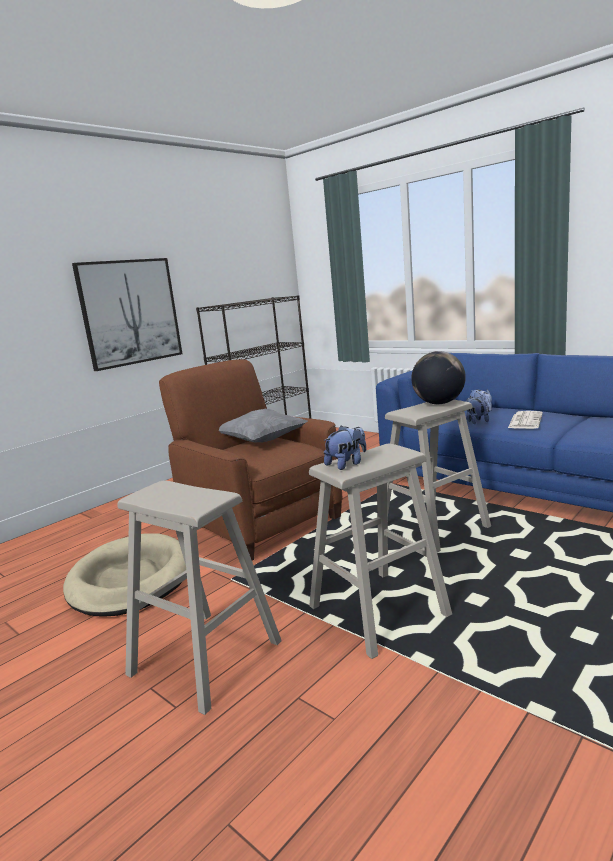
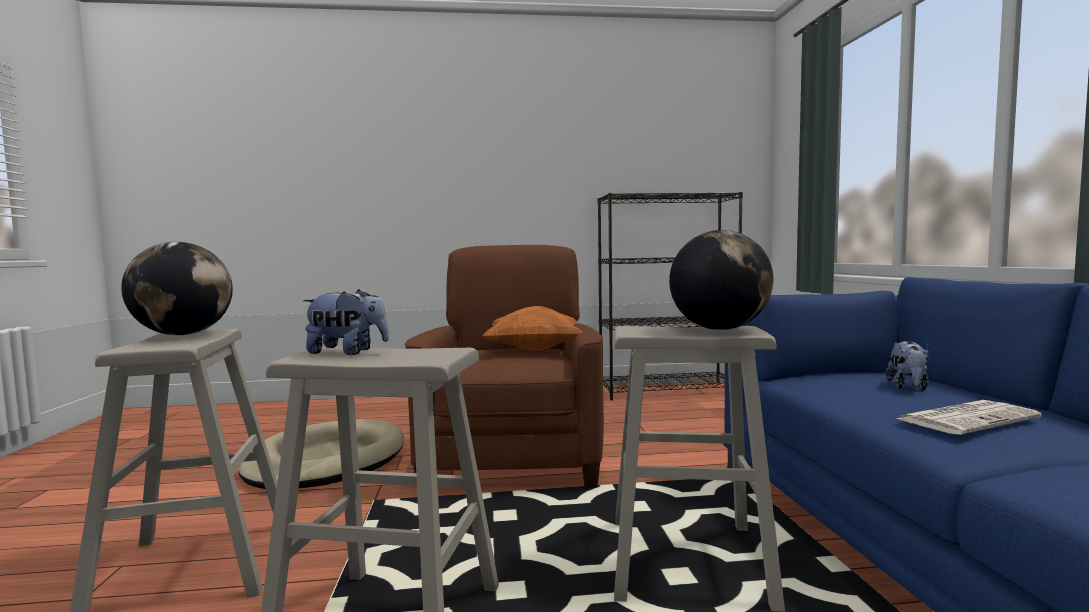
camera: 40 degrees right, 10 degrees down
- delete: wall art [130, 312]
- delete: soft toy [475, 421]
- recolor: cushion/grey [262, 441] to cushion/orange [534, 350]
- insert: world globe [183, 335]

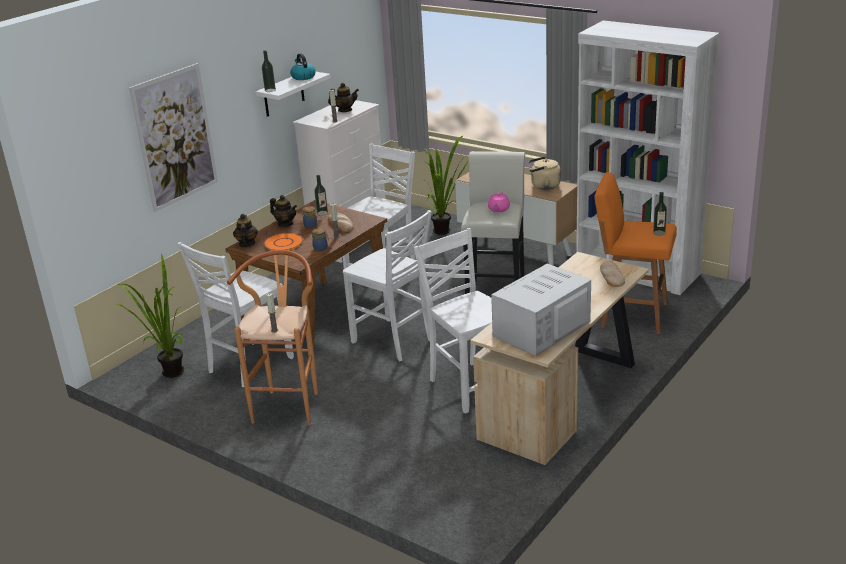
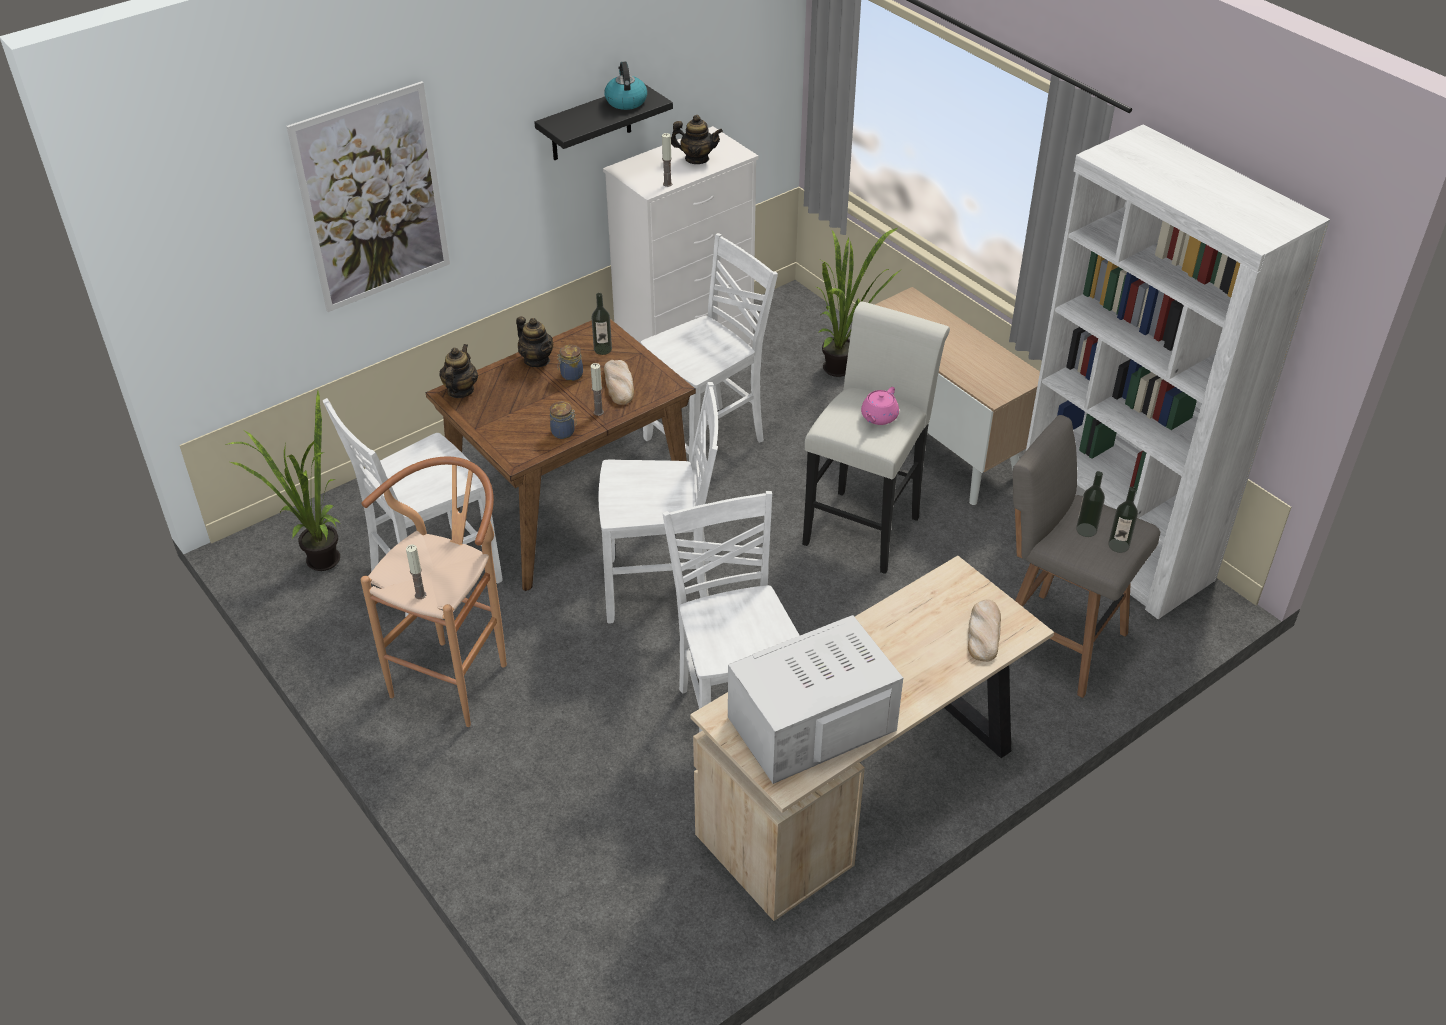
camera: 15 degrees right, 15 degrees up
- move: bottle [270, 90] to [1086, 530]
- recolor: wall shelf/white [283, 94] to wall shelf/black-coloured [591, 123]
- delete: kettle/sand-coloured [543, 186]
- recolor: sitting stool/orange [631, 315] to sitting stool/grey [1056, 641]
- rotate: plain chair/white [394, 341] = [661, 590] 60 degrees counterclockwise
- delete: flat dish/orange [283, 243]

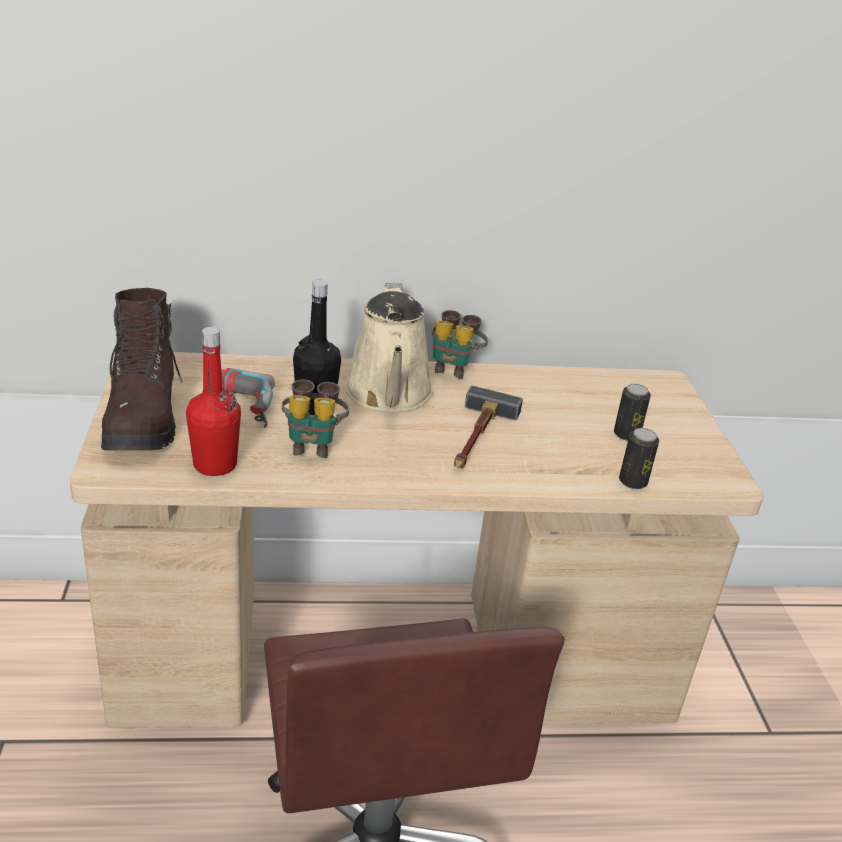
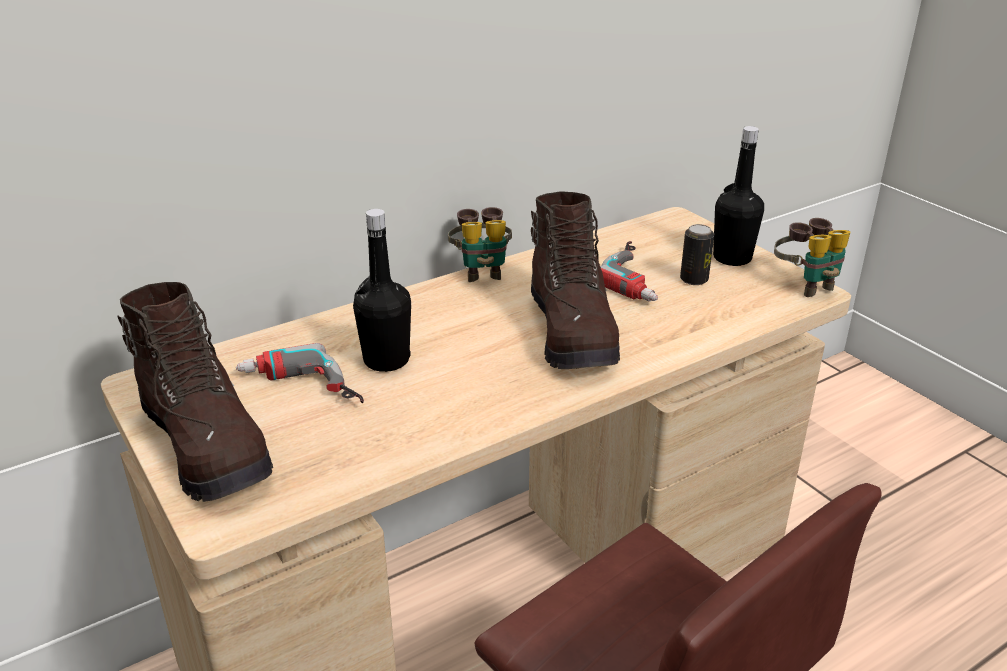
camera: 25 degrees left, 0 degrees up
- delete: sprinkling can/sand-coloured [389, 395]
- delete: bottle/red-coloured [215, 465]
- move: pair of binoculars [312, 445] to [806, 285]
- replace: tool hammer [476, 438] to high-top boot/brown-coloured [573, 332]
- delete: metal can [633, 482]
- insert: bottle/black-coloured [732, 258]
- insert: drill [639, 277]

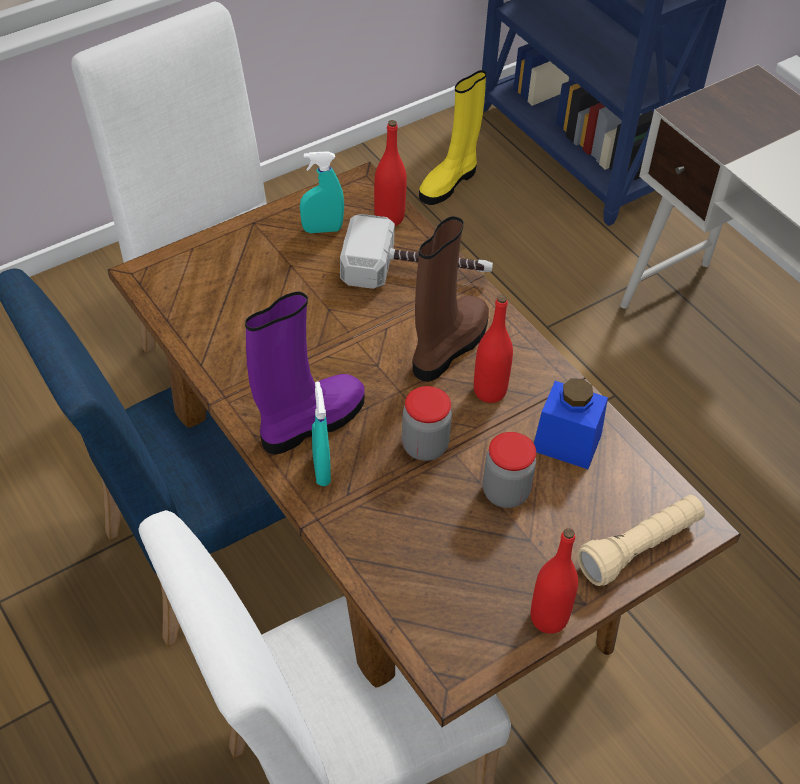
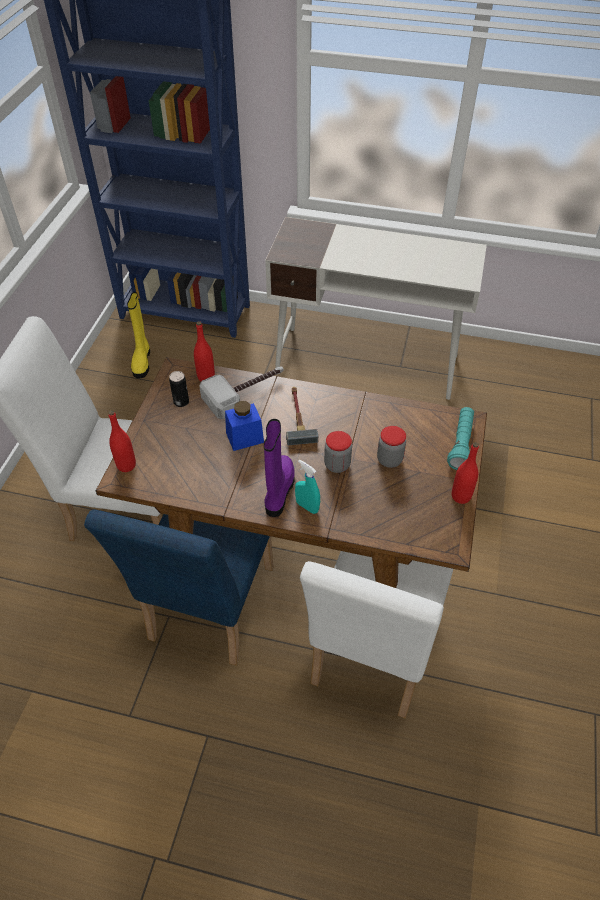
camera: 40 degrees left, 0 degrees up
- replace: hand sprayer/turquoise [322, 229] to metal can [181, 402]
- replace: high-top boot/brown-coloured [448, 347] to tool hammer [298, 416]
- move: bottle/red-coloured [489, 391] to [126, 465]
- move: storage jar/bluish [566, 443] to [245, 437]
- recolor: torch/sand-coloured [640, 548] to torch/turquoise [461, 444]

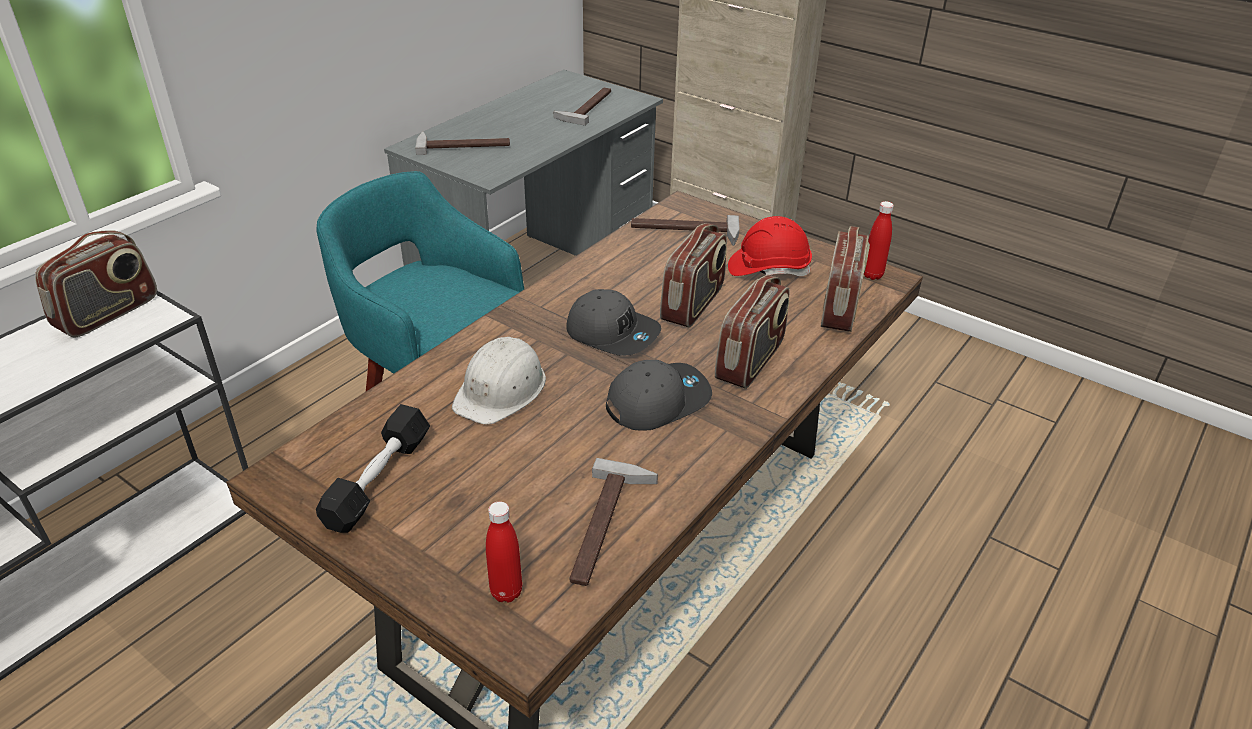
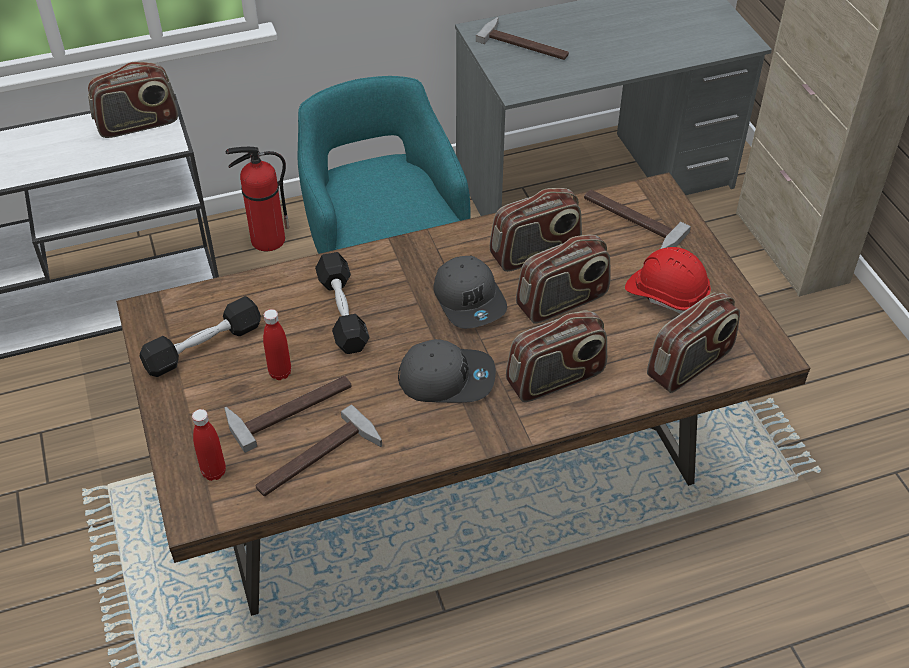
camera: 35 degrees right, 10 degrees up
- move: tool hammer [586, 106] to [290, 406]
- move: bottle/red-coloured [872, 275] to [280, 373]
- replace: safety helmet/white [501, 389] to hand weight/black-coloured [342, 312]
- insert: fire-fighting cylinder [267, 240]
- insert: radio [535, 253]

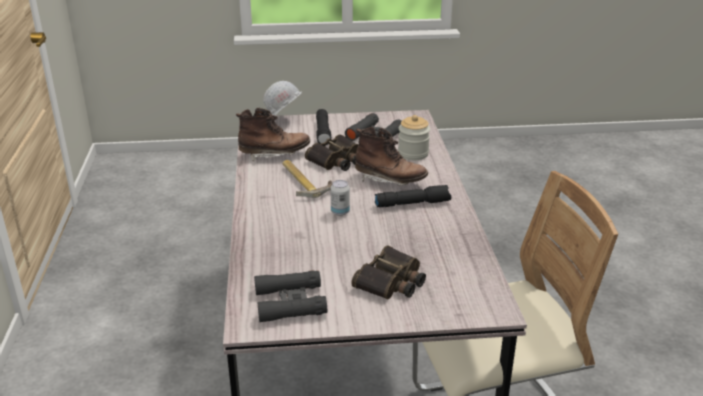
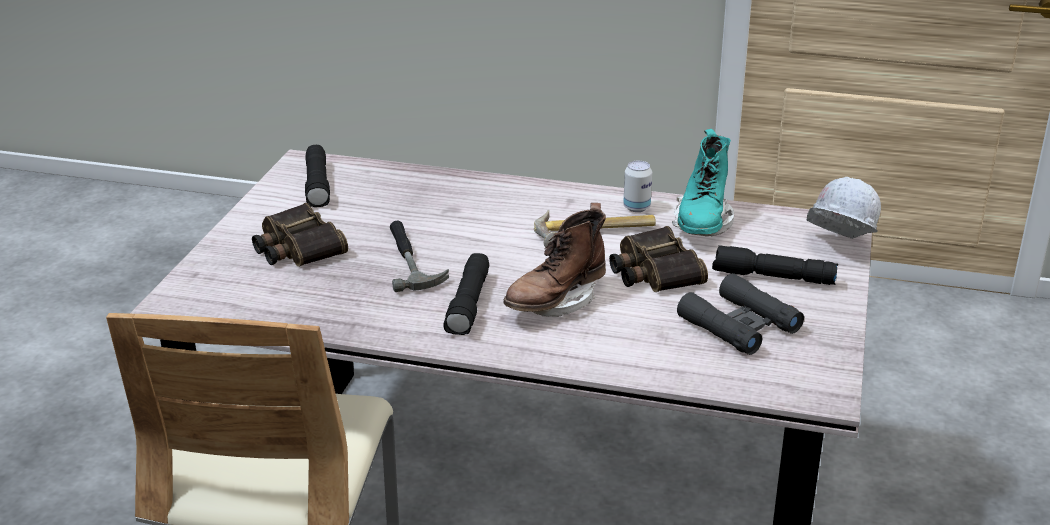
camera: 110 degrees right, 0 degrees up
- recolor: high-top boot/brown-coloured [274, 154] to high-top boot/turquoise [702, 224]
- delete: storage jar [413, 154]
- move: metal can [340, 212] to [636, 207]
- replace: pair of binoculars/black-coloured [290, 302] to torch/black-coloured [318, 185]
- insert: tool hammer [411, 260]

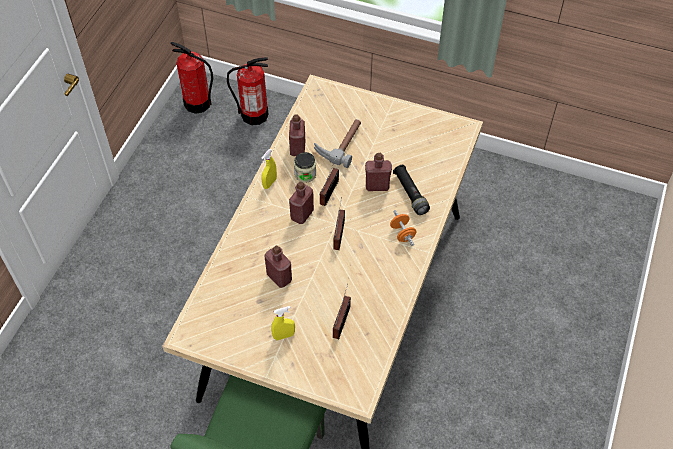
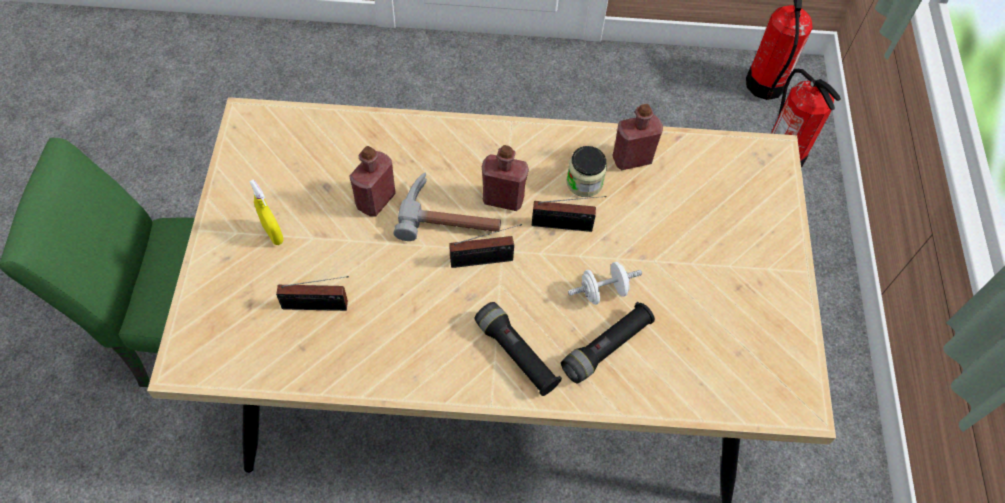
camera: 70 degrees right, 5 degrees up
- move: tool hammer [340, 143] to [451, 215]
- delete: hand sprayer/yellowish [269, 183]
- replace: bottle/red-coloured [377, 186] to hand weight/white [603, 291]
- replace: hand weight/orange [402, 233] to torch/black-coloured [516, 354]

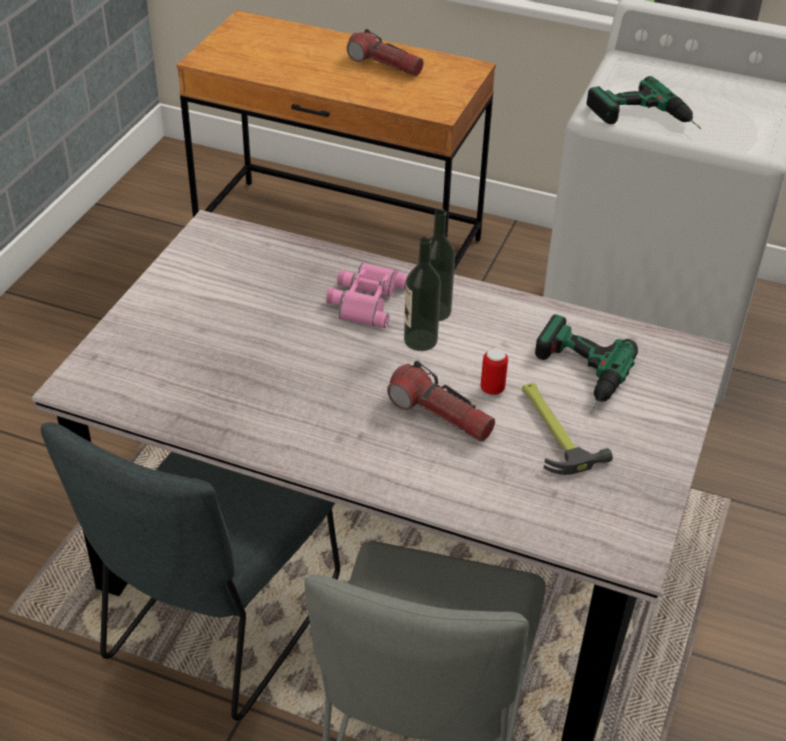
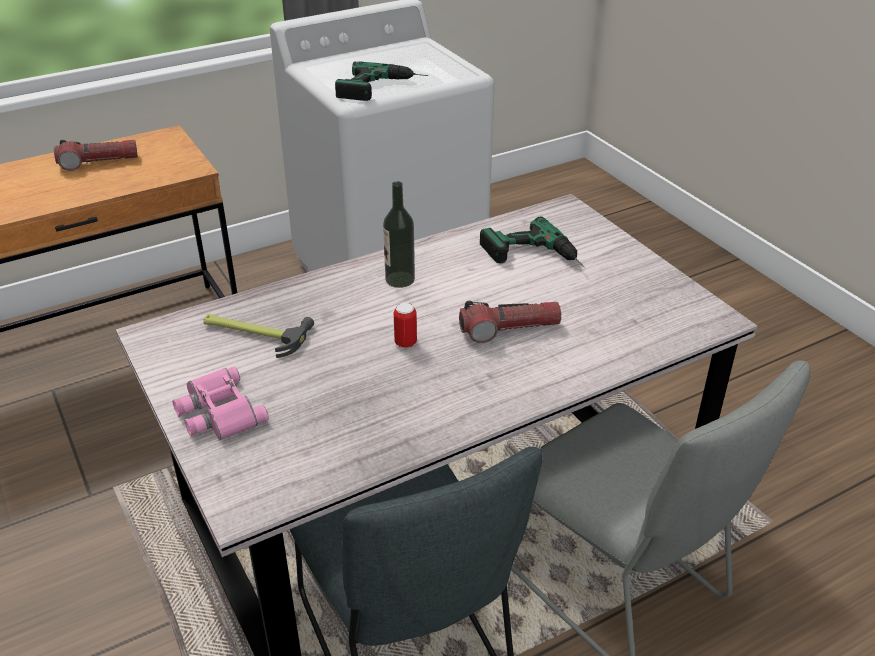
camera: 50 degrees left, 5 degrees down
- delete: bottle [420, 340]
- move: pair of binoculars/pink [365, 299] to [217, 412]
- move: metal can [492, 389] to [405, 343]
- move: tool hammer [553, 429] to [253, 333]

